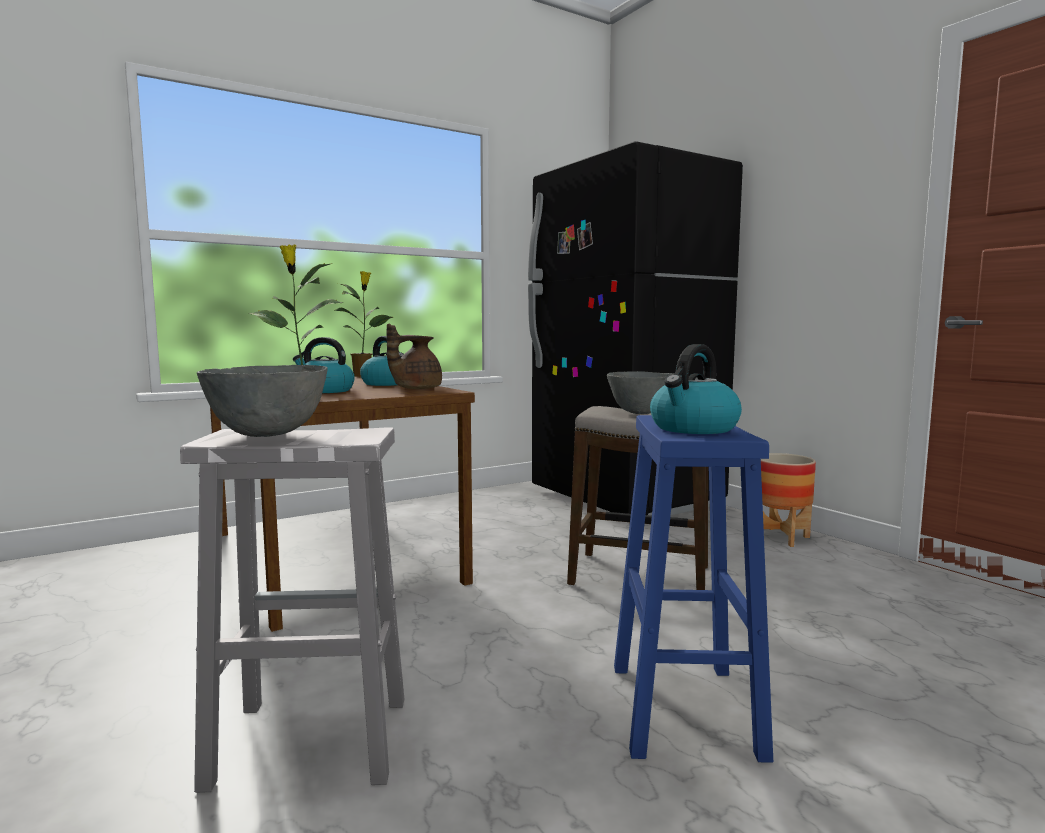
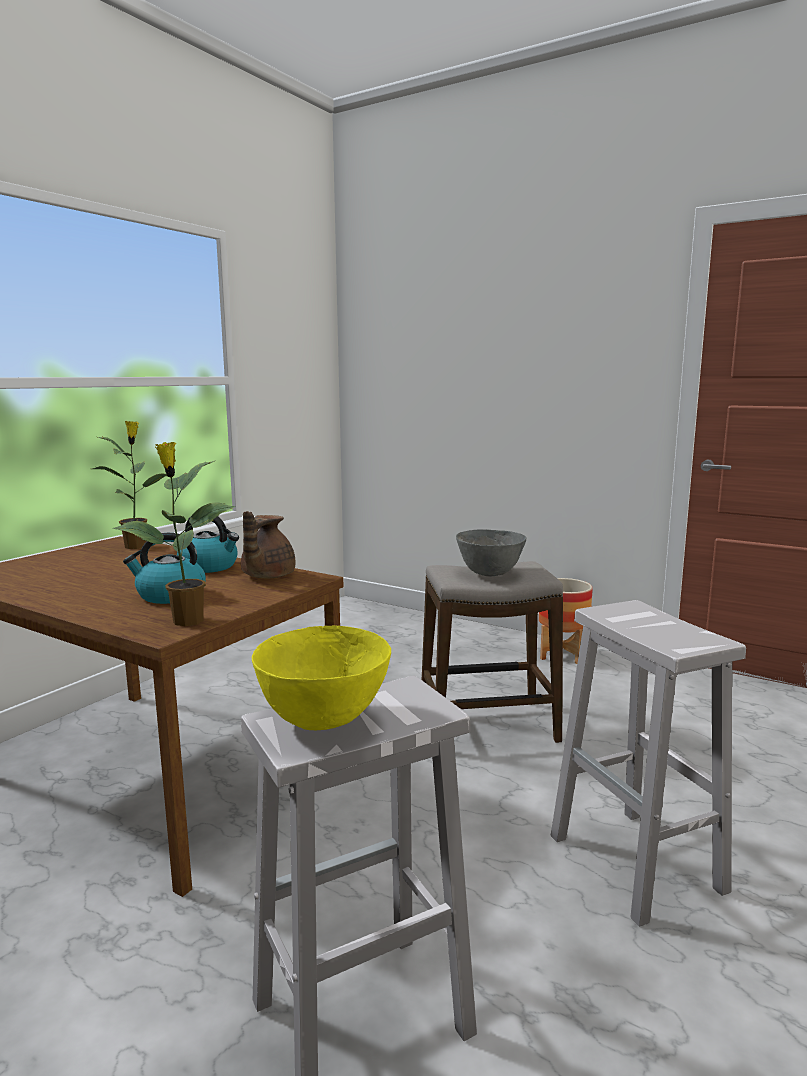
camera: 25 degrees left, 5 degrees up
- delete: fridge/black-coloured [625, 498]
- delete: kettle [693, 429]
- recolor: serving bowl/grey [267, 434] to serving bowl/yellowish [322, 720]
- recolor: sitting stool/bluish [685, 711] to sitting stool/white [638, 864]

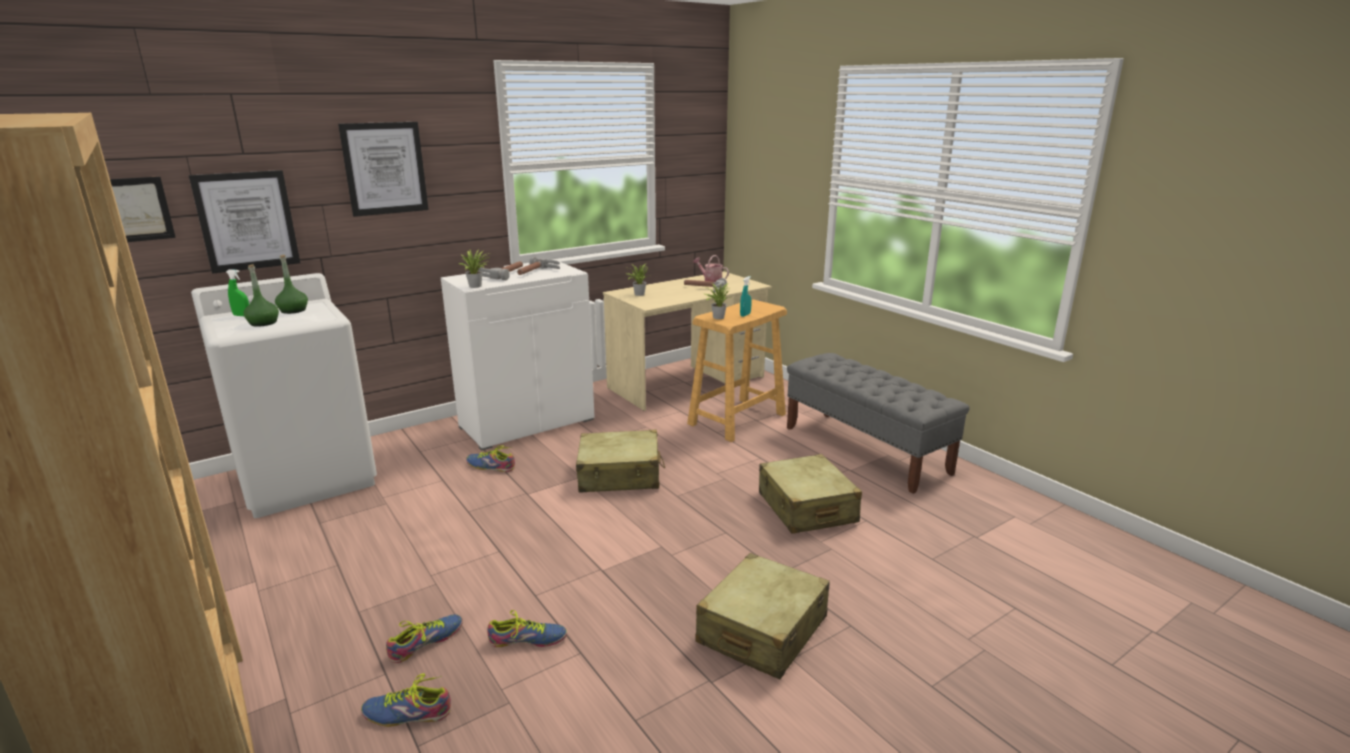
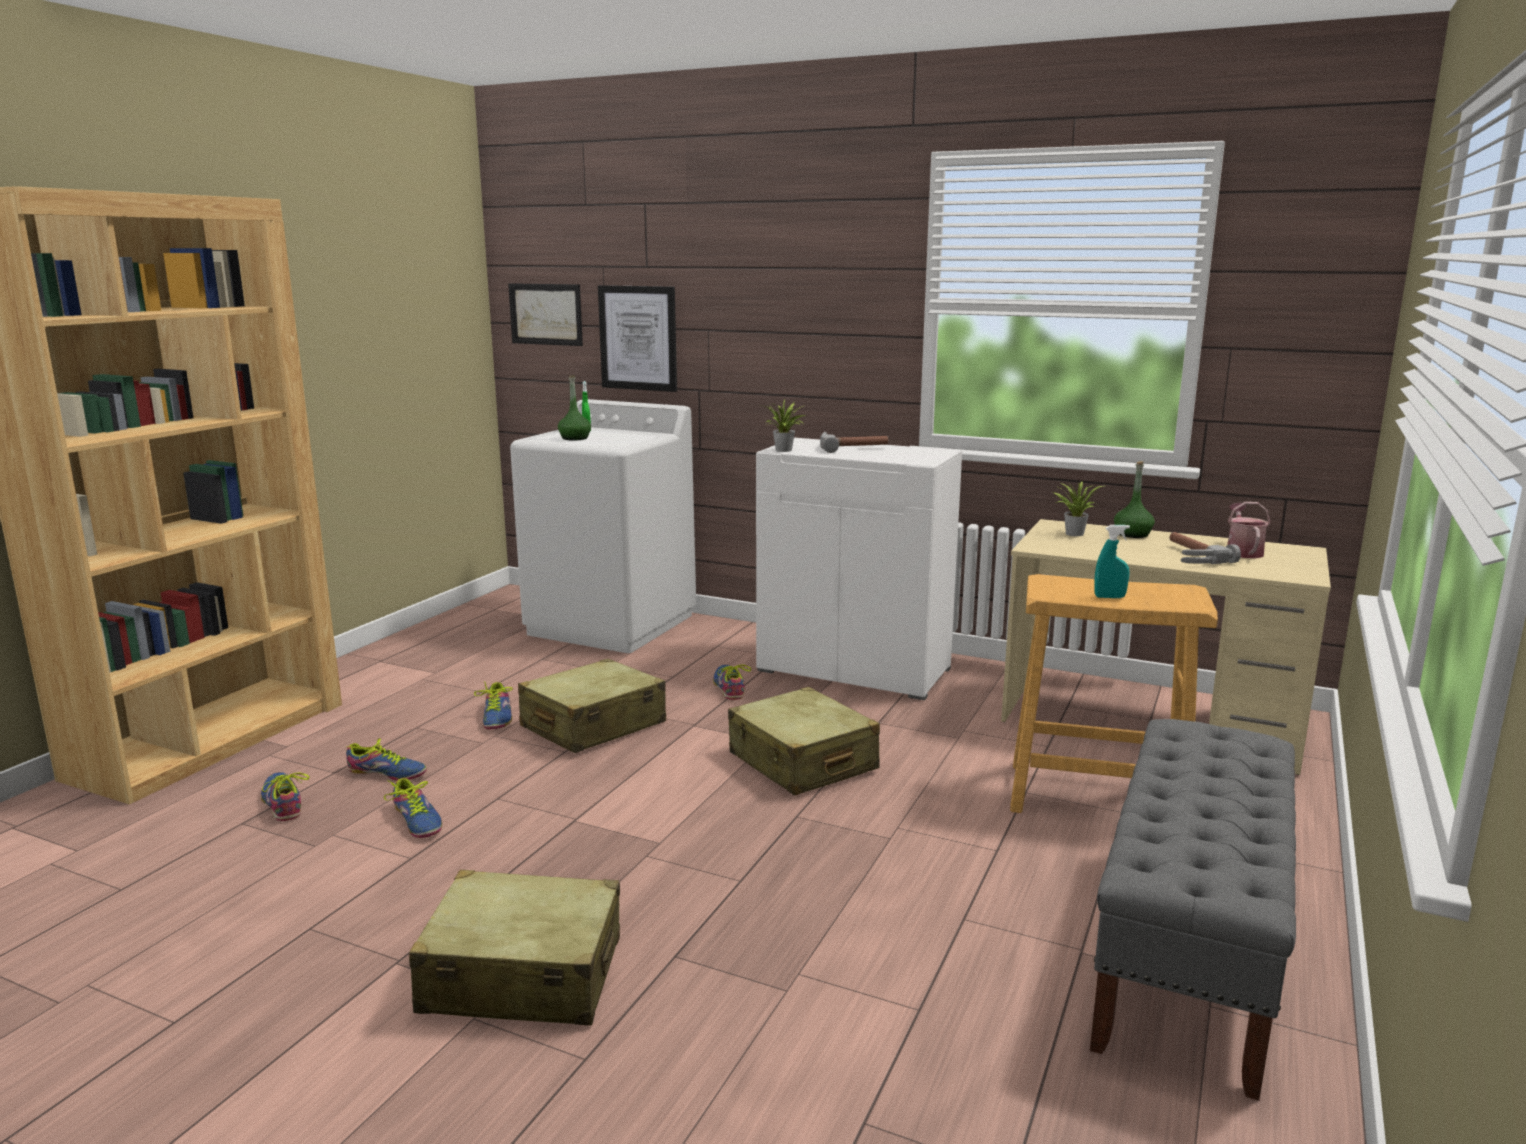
camera: 60 degrees right, 5 degrees down
- delete: wall art [385, 168]
- move: bottle/green-coloured [293, 310] to [1132, 534]
- delete: tool hammer [537, 272]
- delete: houseplant [717, 317]
- move: travel case/sand-coloured [806, 508] to [592, 725]
- insert: shoe [497, 717]

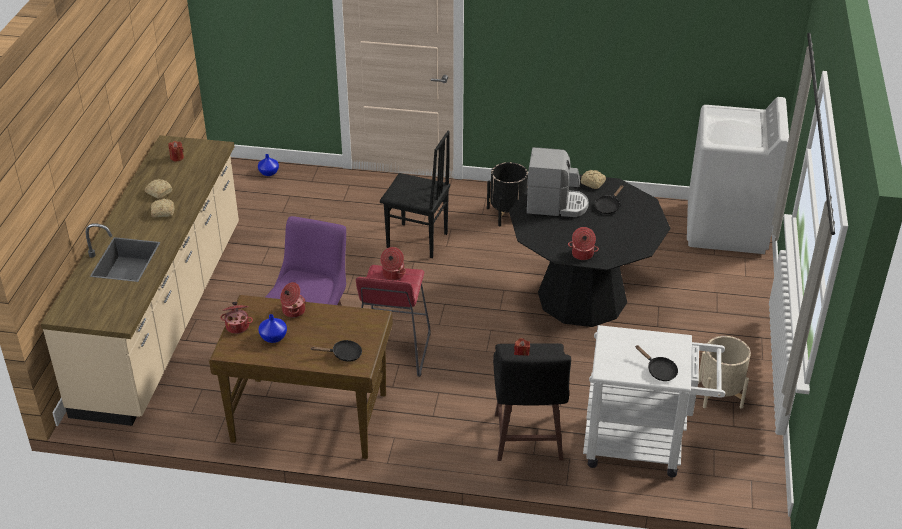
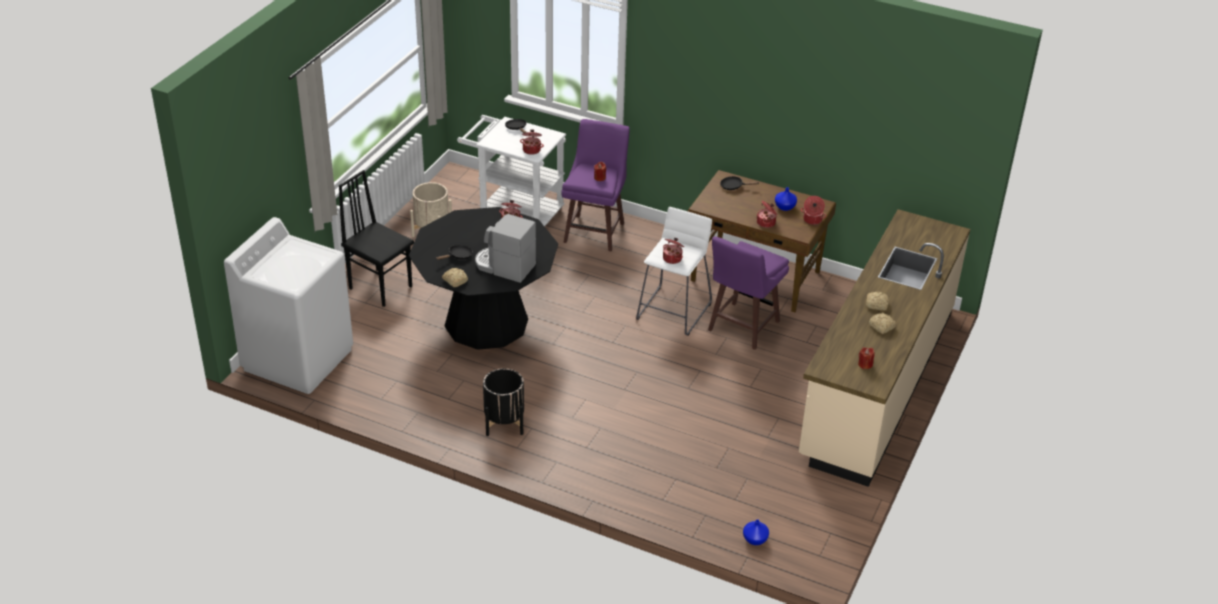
camera: 165 degrees left, 0 degrees up
- move: plain chair/black-coloured [417, 241] to [381, 287]
- recolor: sitting stool/red-coloured [393, 351] to sitting stool/white [673, 311]
- recolor: sitting stool/black-coloured [527, 439] to sitting stool/purplish [595, 232]
- insert: stockpot [532, 150]

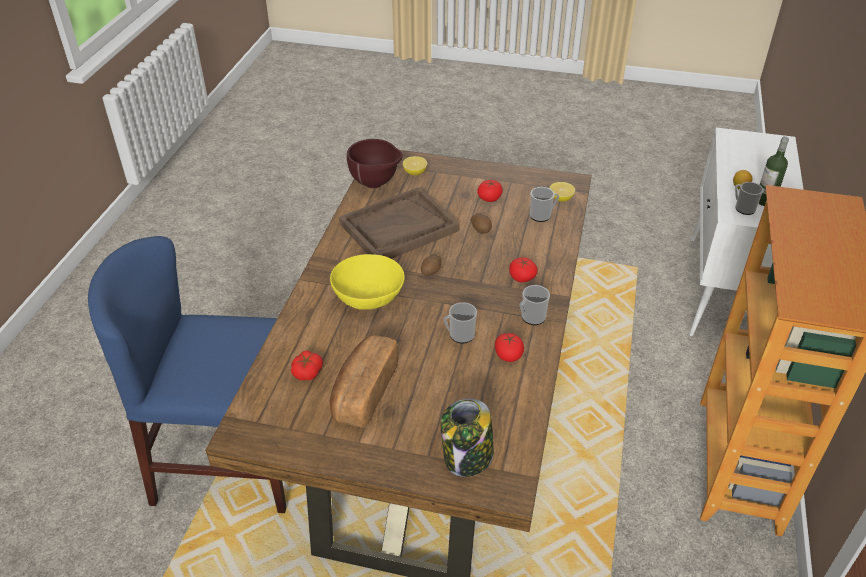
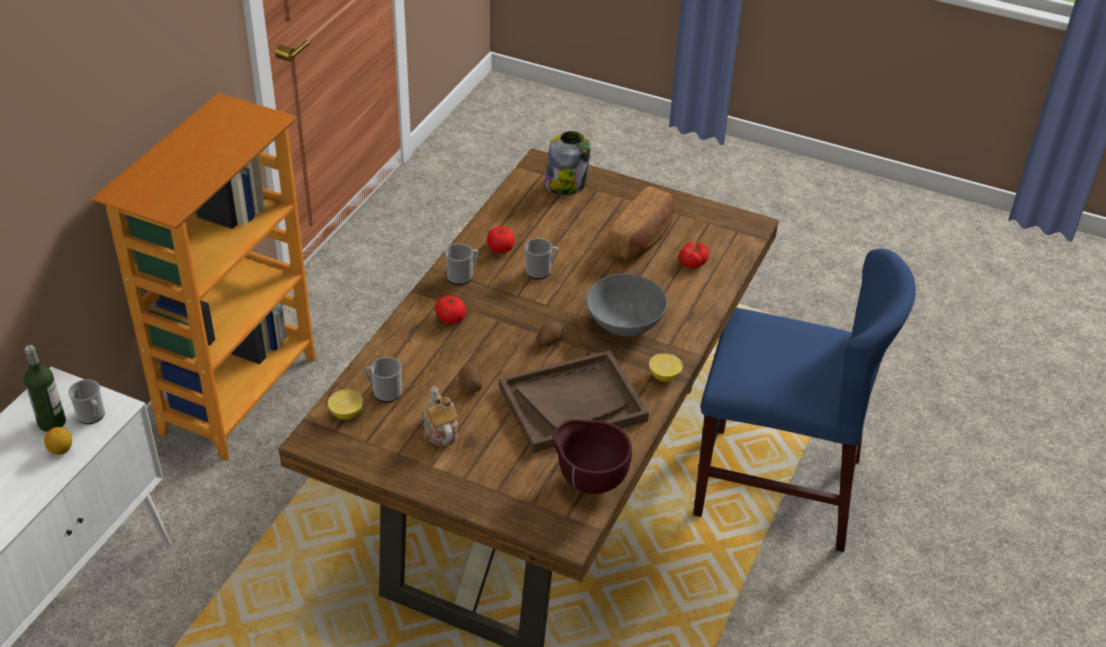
camera: 170 degrees left, 0 degrees up
- move: whole lemon [415, 173] to [664, 376]
- replace: whole tomato [489, 198] to teapot [439, 430]
- recolor: serving bowl/yellowish [368, 296] to serving bowl/grey [625, 323]

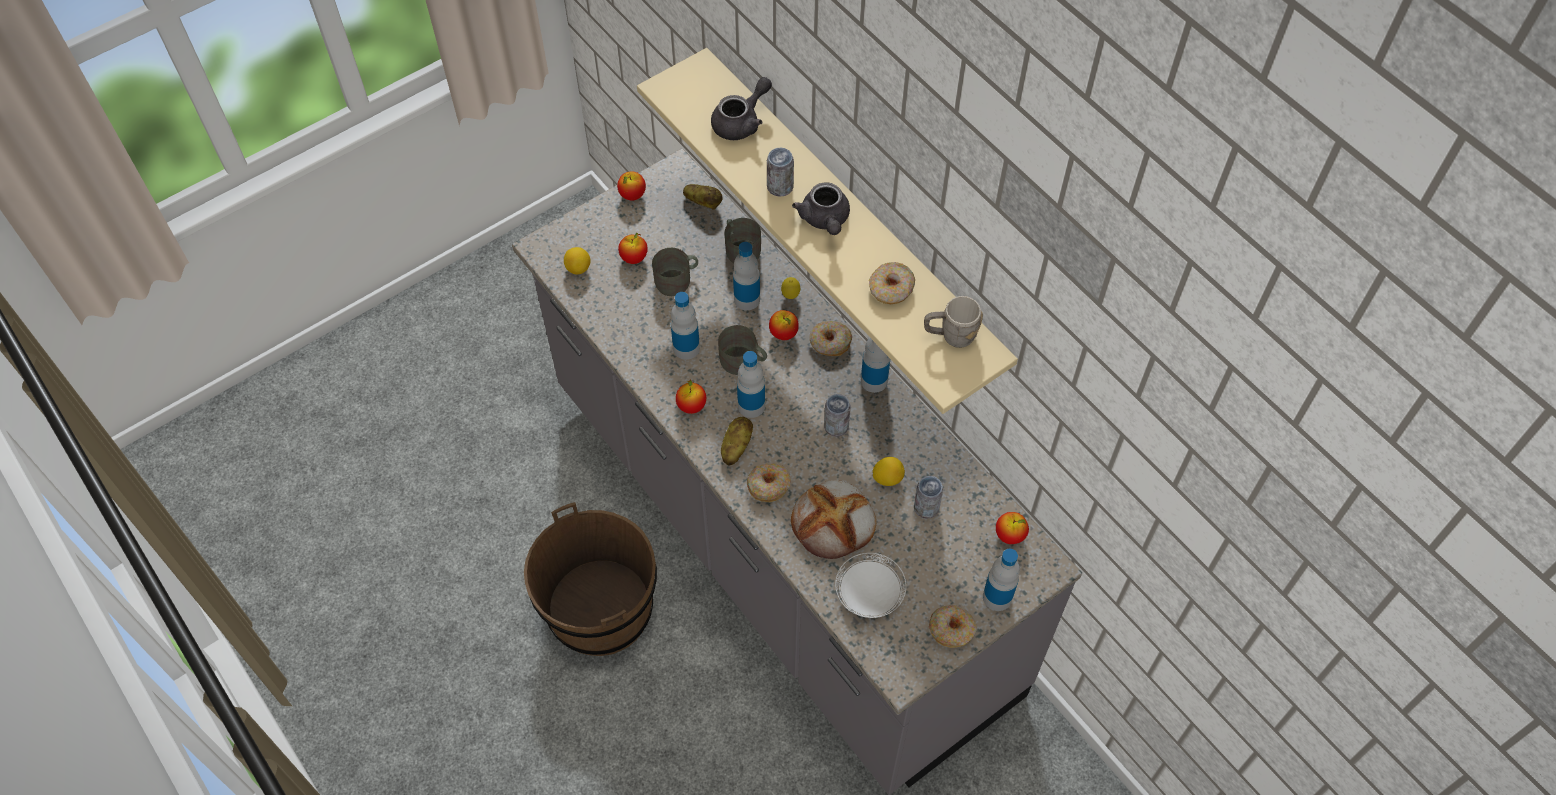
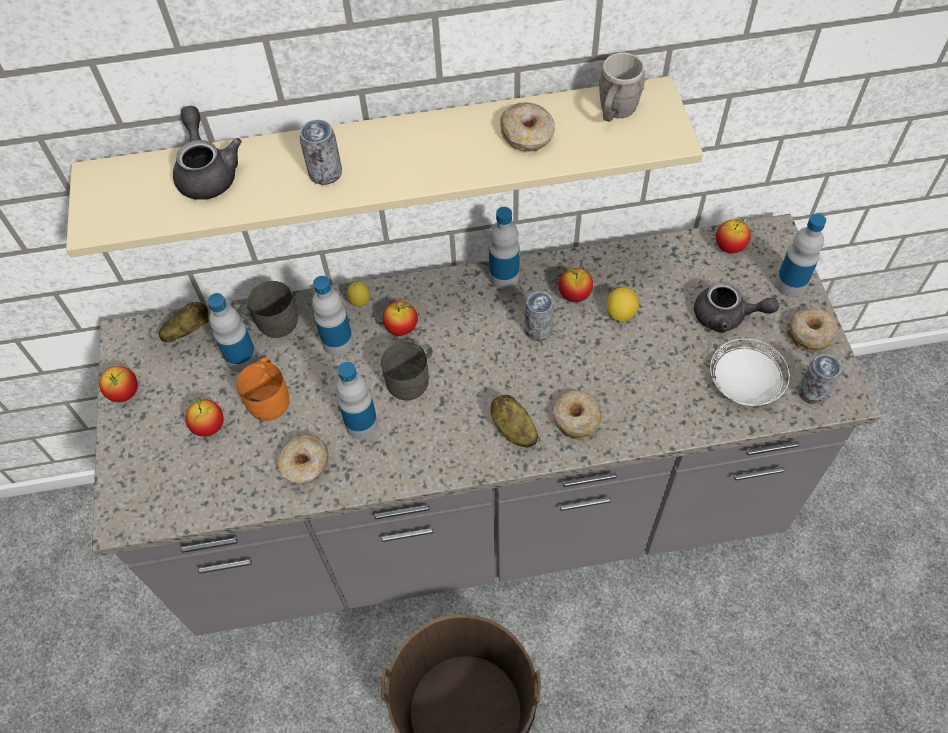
camera: 60 degrees left, 0 degrees up
- move: teapot/grey [825, 220] to [727, 317]
- delete: whole lemon [578, 268]
- recolor: coffee mug/grey [677, 281] to coffee mug/orange [270, 397]
- move: ring doughnut [830, 343] to [305, 464]
- move: bottle [751, 406] to [242, 359]
- move: whole apple [691, 406] to [574, 295]
- move: metal can [926, 507] to [812, 392]
- delete: bakery bread [834, 522]

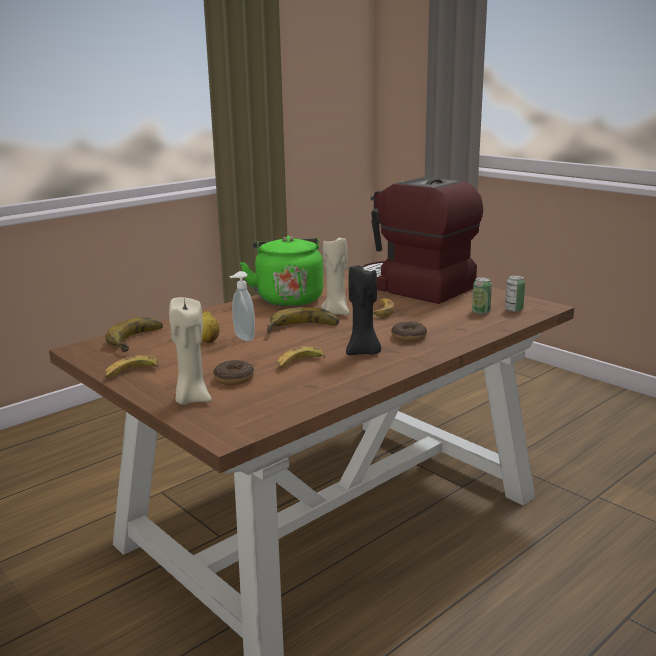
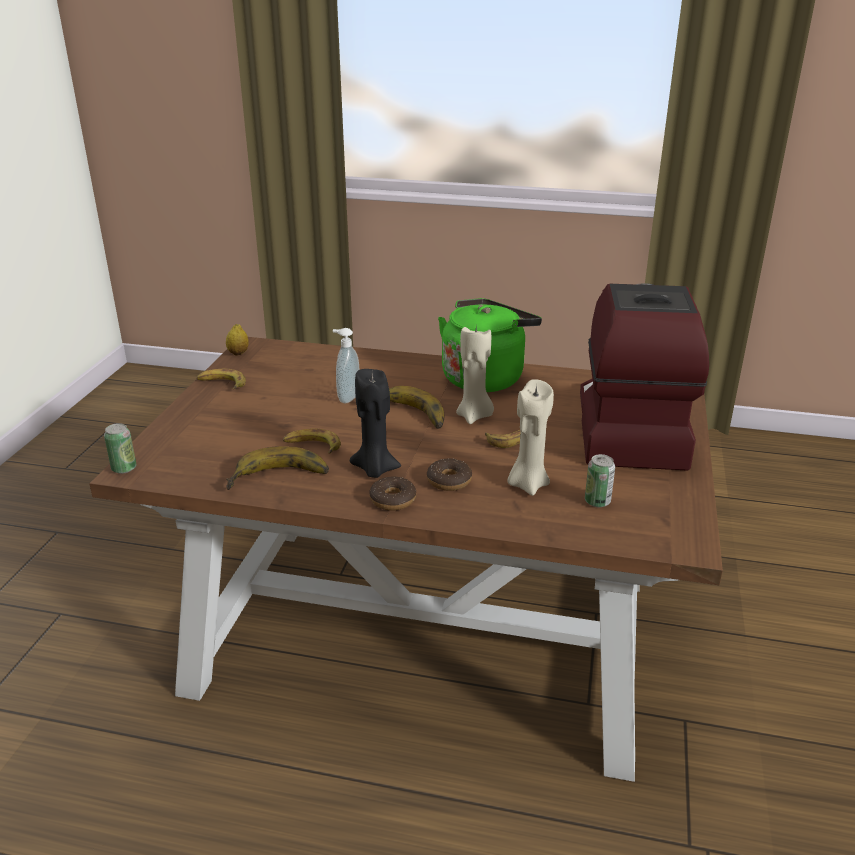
camera: 55 degrees right, 10 degrees up
- move: metal can [514, 309] to [124, 468]
- move: wax light/sand-coloured [191, 399] to [527, 484]
- move: whole lemon [209, 341] to [238, 353]
- move: banana fruit [140, 340] to [279, 479]
- move: ring doughnut [234, 379] to [393, 500]

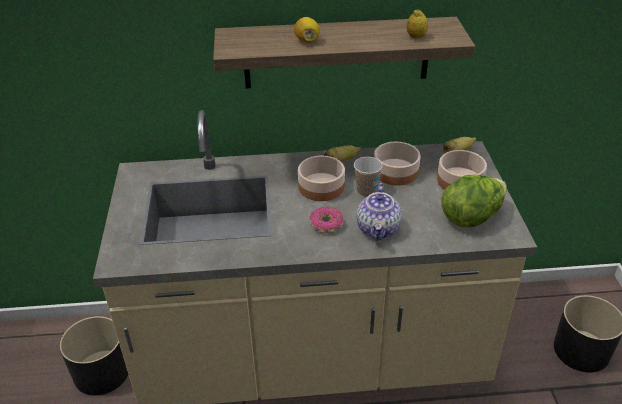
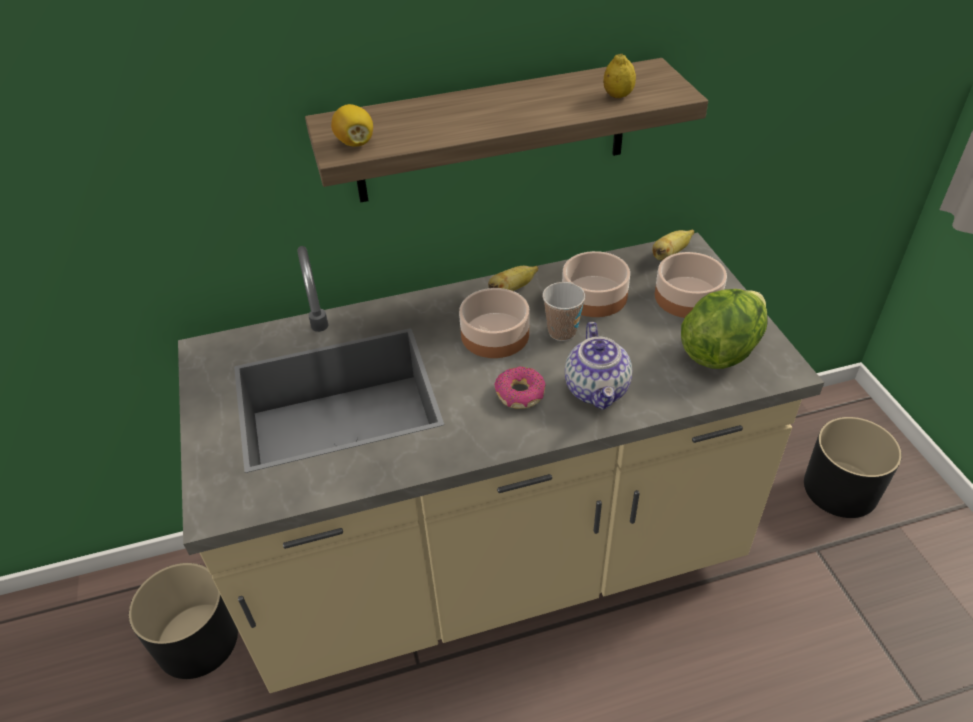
camera: 10 degrees left, 5 degrees up
- move: whole lemon [307, 41] to [355, 143]

